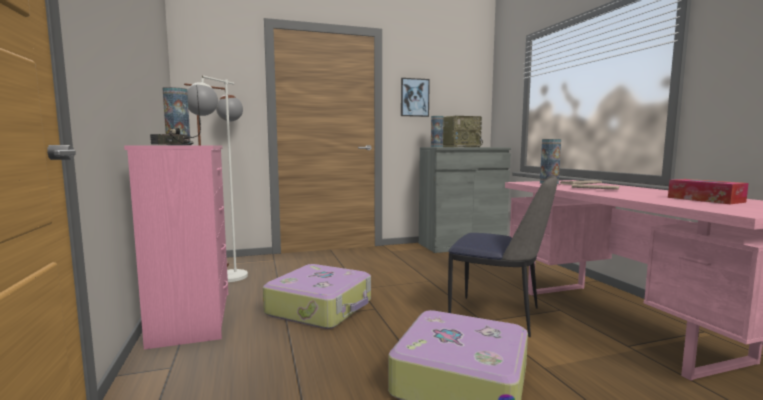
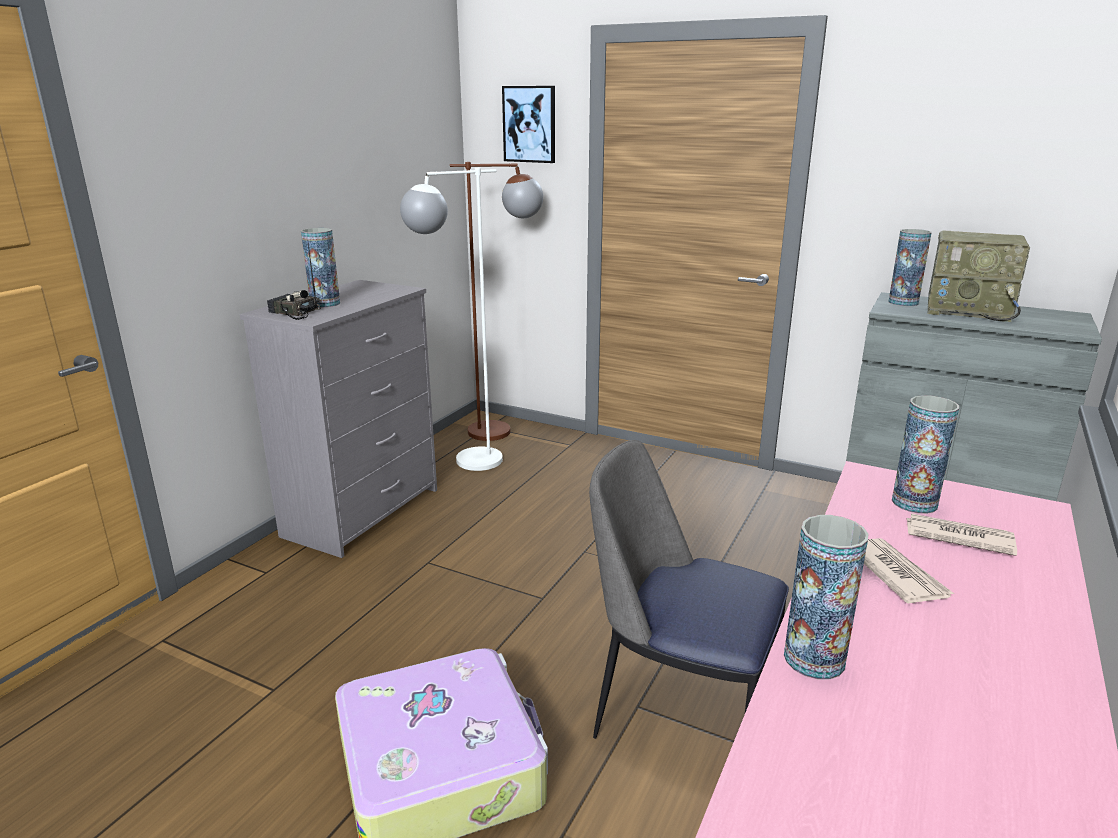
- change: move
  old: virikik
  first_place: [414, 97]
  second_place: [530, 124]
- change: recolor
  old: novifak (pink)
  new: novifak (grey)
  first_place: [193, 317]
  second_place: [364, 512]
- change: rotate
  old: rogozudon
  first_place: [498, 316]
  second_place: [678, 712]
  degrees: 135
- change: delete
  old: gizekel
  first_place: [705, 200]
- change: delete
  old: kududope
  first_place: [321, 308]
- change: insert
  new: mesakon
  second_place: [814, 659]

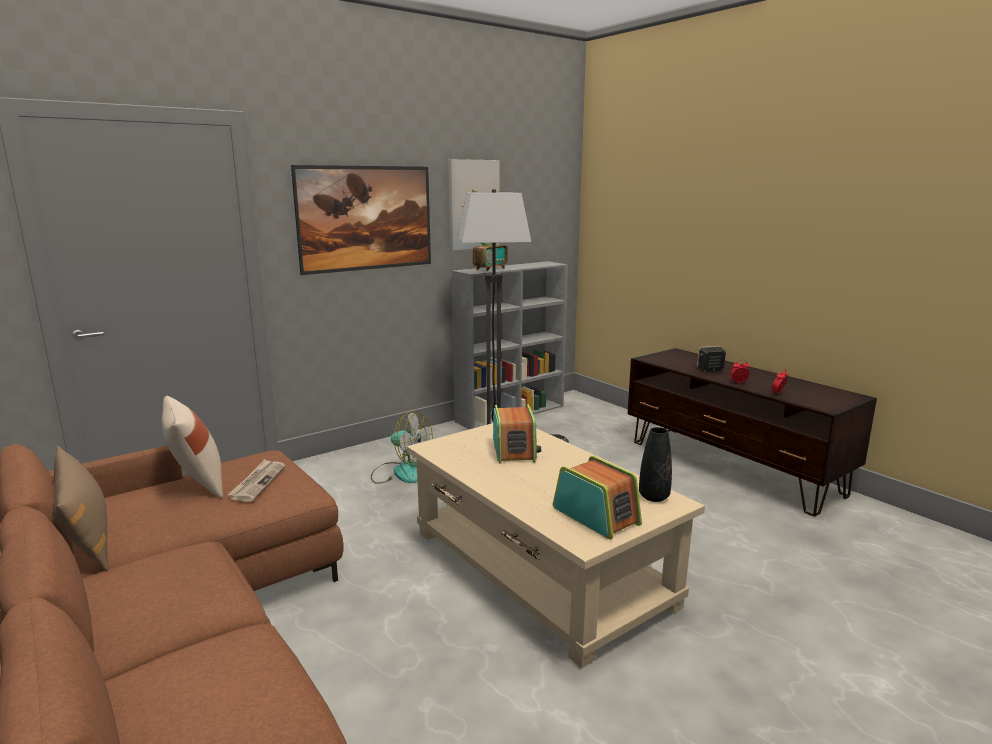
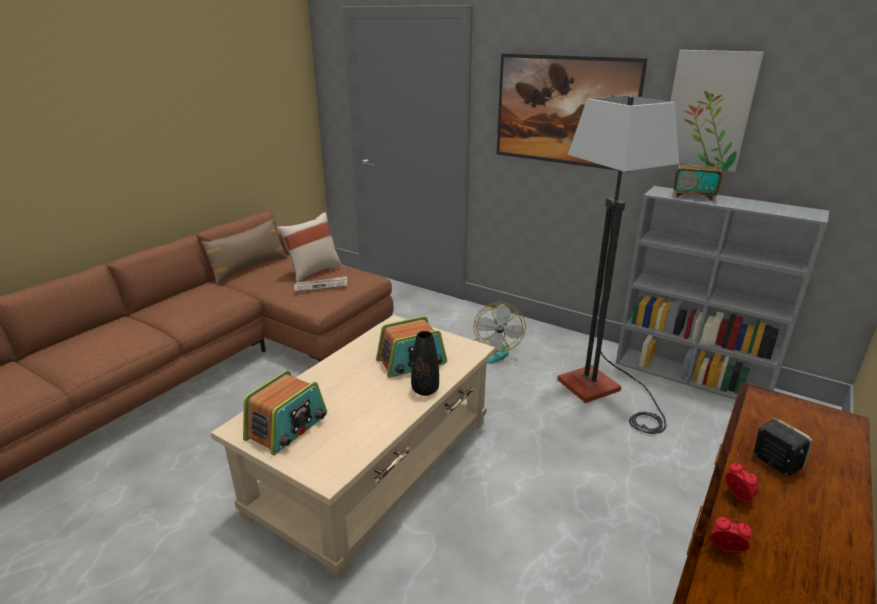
- change: move
  old: mesakon (black)
  first_place: [654, 497]
  second_place: [425, 390]

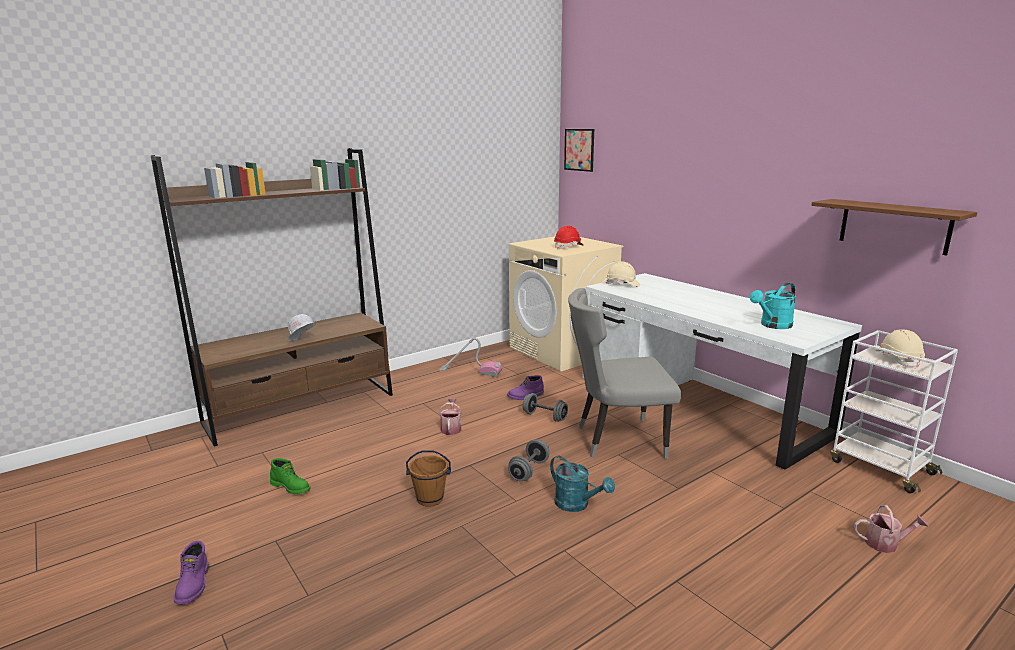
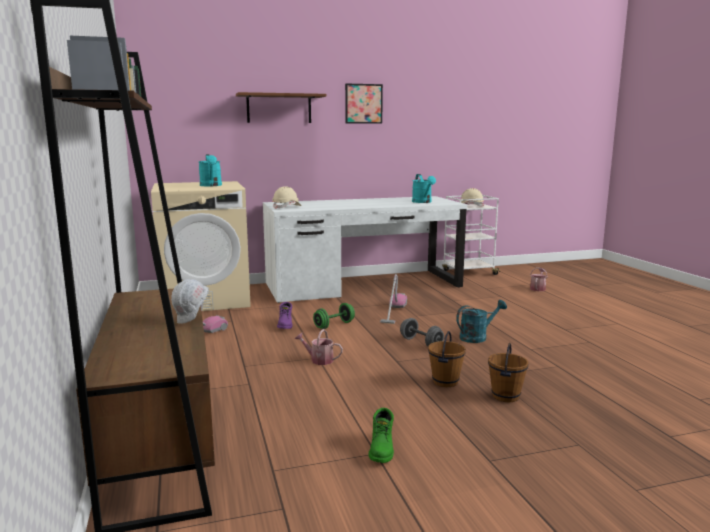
- change: move
  old: virikik
  first_place: [579, 149]
  second_place: [363, 103]
- change: move
  old: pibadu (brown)
  first_place: [894, 226]
  second_place: [279, 108]
- change: replace
  old: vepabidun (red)
  new: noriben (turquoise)
  first_place: [568, 247]
  second_place: [211, 185]
- change: replace
  old: rogozudon (grey)
  new: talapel
  first_place: [616, 439]
  second_place: [393, 312]
- change: recolor
  old: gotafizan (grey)
  new: gotafizan (green)
  first_place: [544, 417]
  second_place: [334, 325]
- change: rotate
  old: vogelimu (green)
  first_place: [291, 487]
  second_place: [382, 449]
  degrees: 135
- change: delete
  old: vogelimu (purple)
  first_place: [194, 585]
- change: insert
  new: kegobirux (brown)
  second_place: [506, 396]

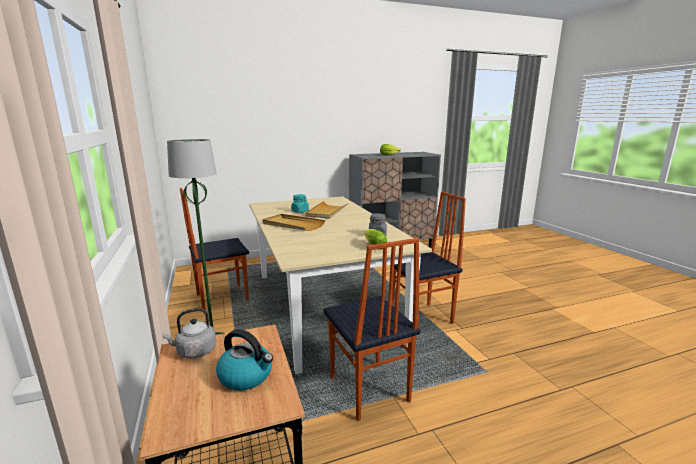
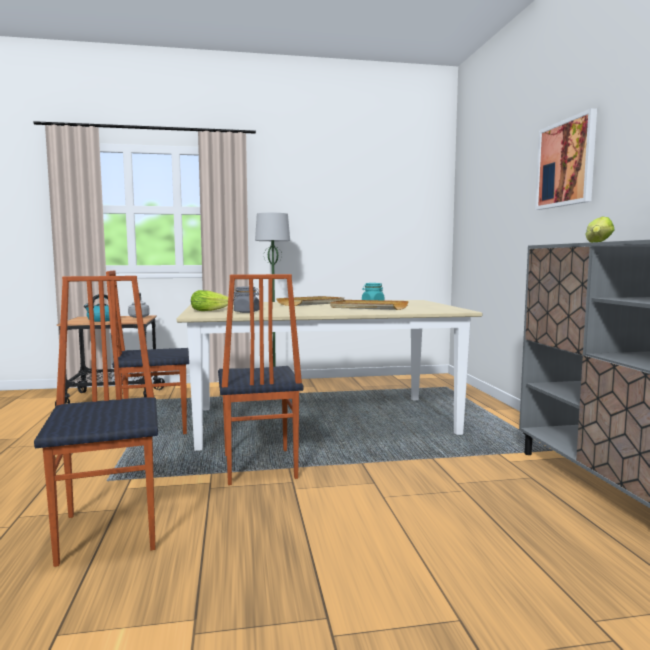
- change: move
  old: rogozudon
  first_place: [221, 297]
  second_place: [112, 530]
- change: insert
  new: virikik
  second_place: [566, 163]

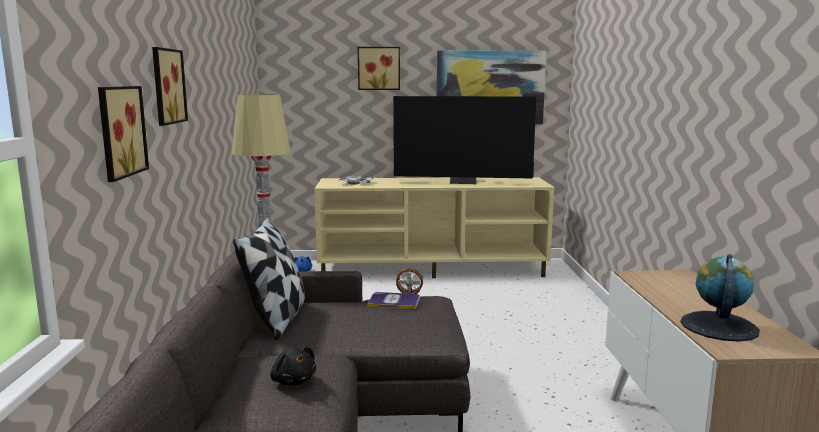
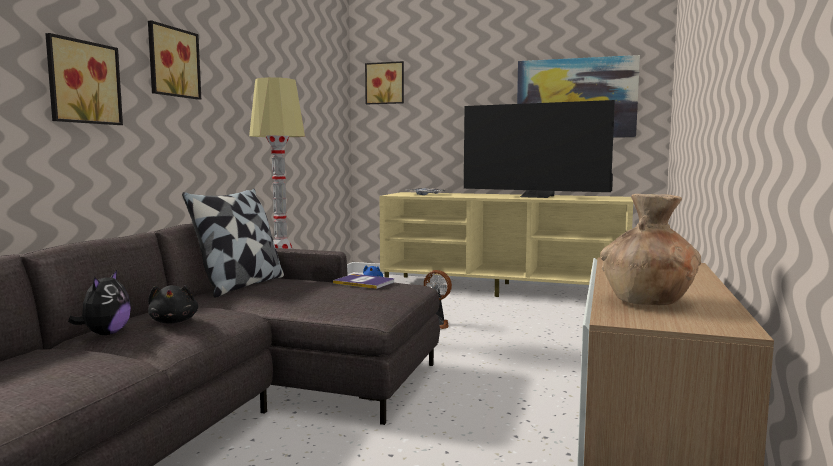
- change: move
  old: virikik
  first_place: [379, 68]
  second_place: [385, 83]
- change: replace
  old: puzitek
  new: mesakon (brown)
  first_place: [718, 326]
  second_place: [648, 301]
- change: insert
  new: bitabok
  second_place: [105, 334]

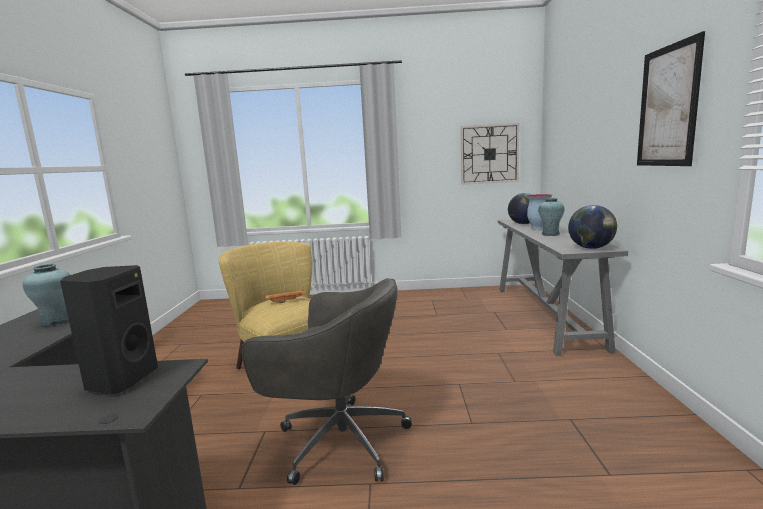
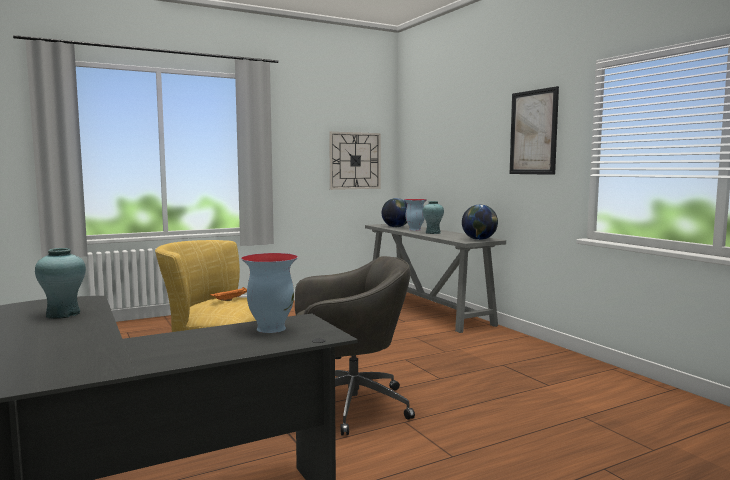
- change: replace
  old: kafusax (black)
  new: mesakon
  first_place: [120, 380]
  second_place: [270, 328]

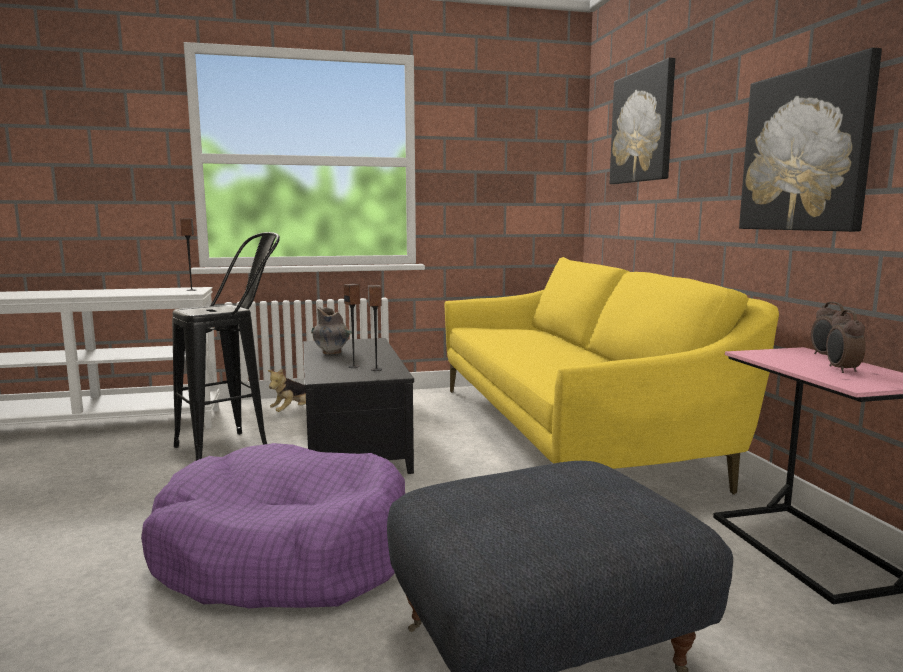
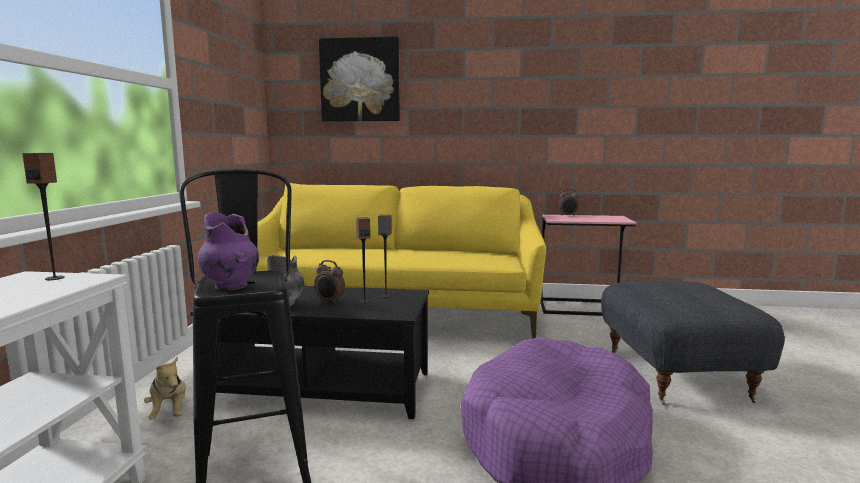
- change: delete
  old: virikik
  first_place: [805, 150]
- change: move
  old: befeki
  first_place: [841, 370]
  second_place: [329, 301]
- change: insert
  new: mesakon (purple)
  second_place: [231, 287]

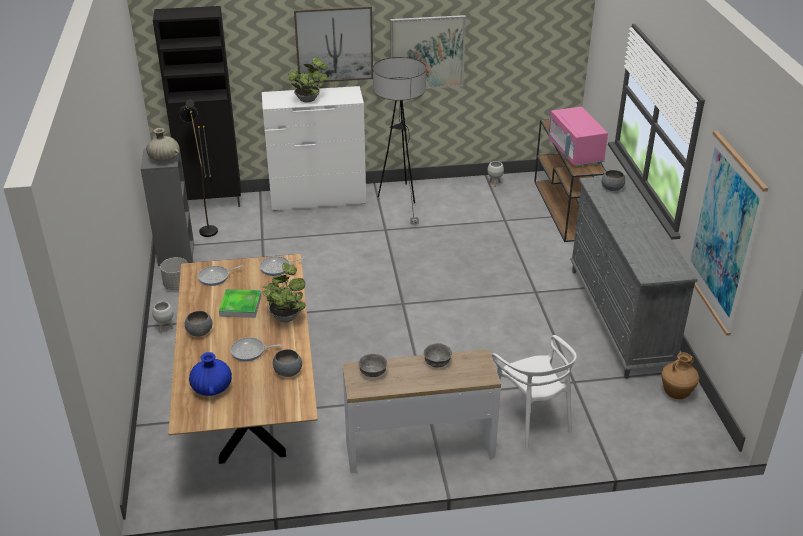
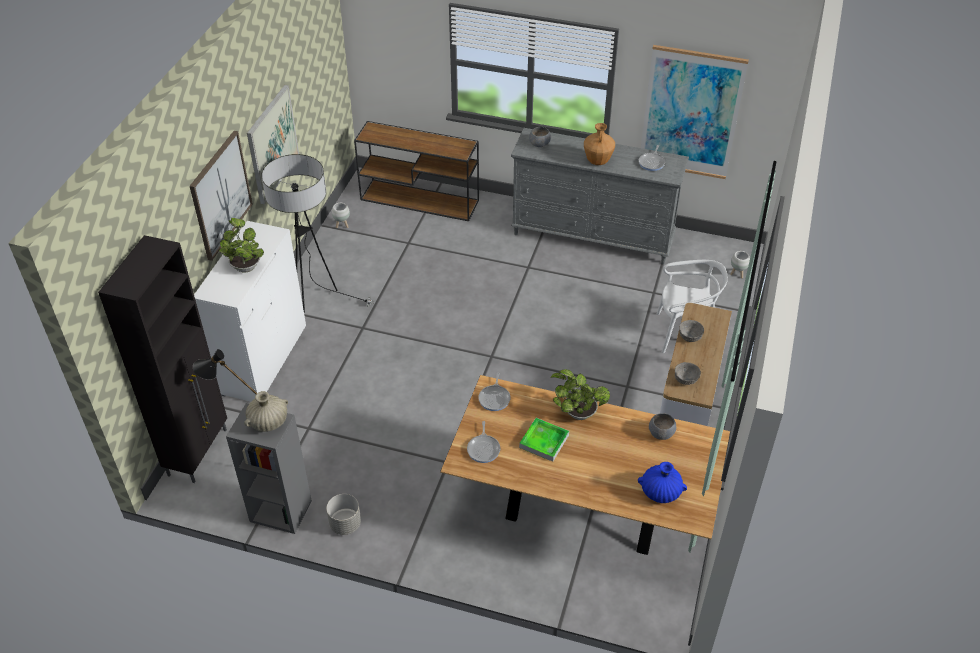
- change: delete
  old: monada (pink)
  first_place: [575, 152]
- change: move
  old: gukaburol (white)
  first_place: [165, 328]
  second_place: [737, 274]
- change: delete
  old: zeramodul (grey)
  first_place: [200, 332]
- change: move
  old: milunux
  first_place: [250, 351]
  second_place: [652, 162]
- change: move
  old: mesakon (brown)
  first_place: [676, 394]
  second_place: [597, 161]

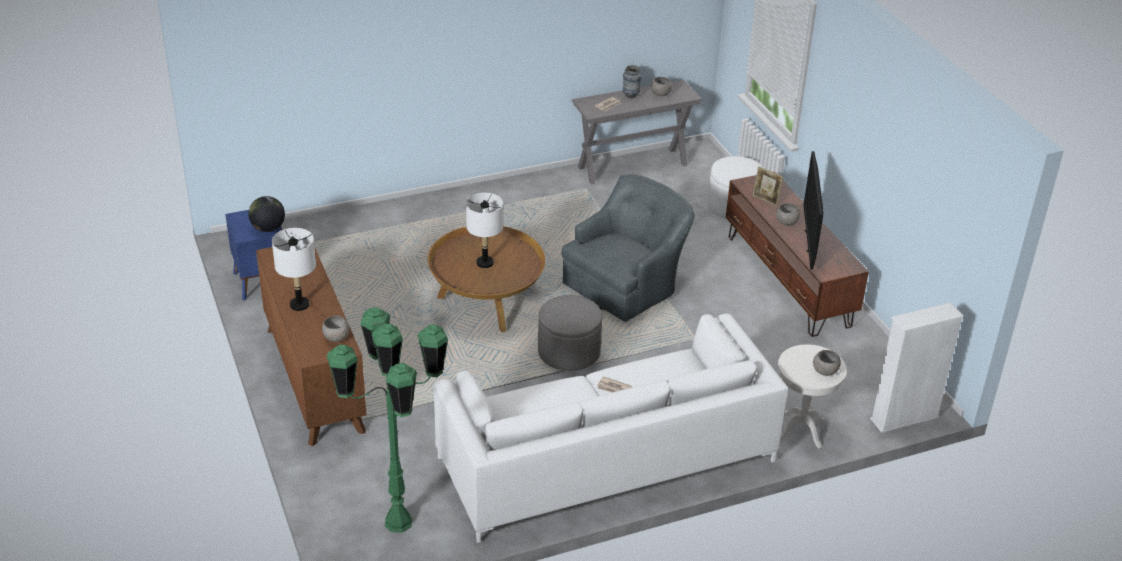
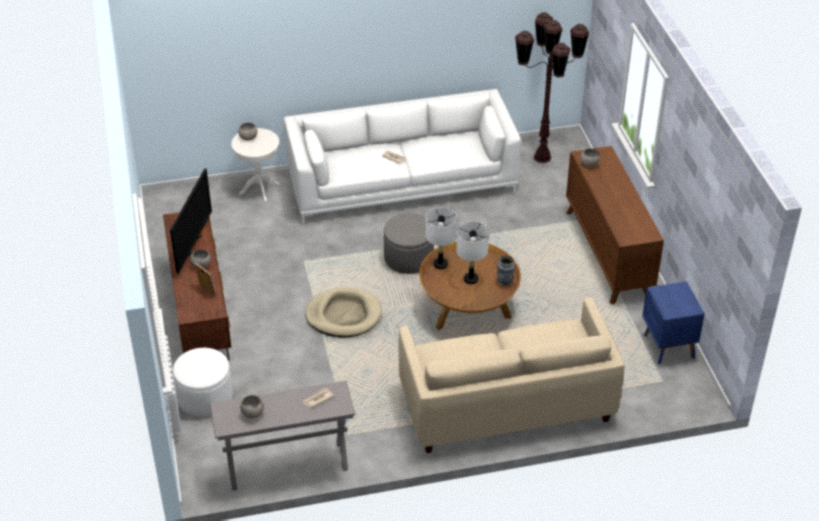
- change: move
  old: mesakon
  first_place: [630, 95]
  second_place: [505, 282]
- change: replace
  old: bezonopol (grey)
  new: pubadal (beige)
  first_place: [626, 285]
  second_place: [344, 315]
- change: delete
  old: puzitek
  first_place: [268, 228]
- change: move
  old: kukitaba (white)
  first_place: [300, 305]
  second_place: [440, 264]
- change: delete
  old: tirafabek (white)
  first_place: [904, 418]
- change: recolor
  old: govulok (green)
  new: govulok (brown)
  first_place: [398, 523]
  second_place: [542, 157]
- change: insert
  new: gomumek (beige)
  second_place: [505, 403]

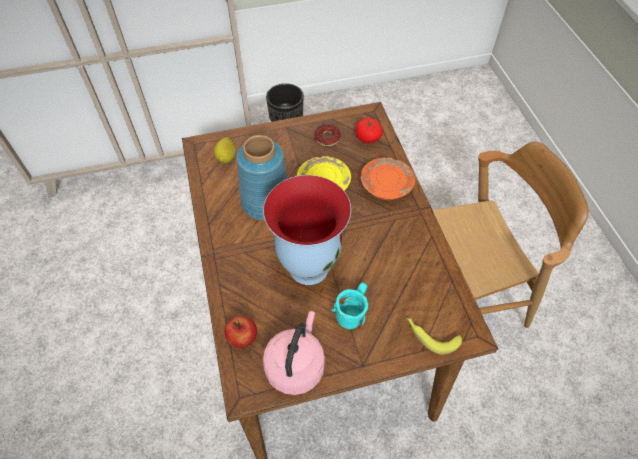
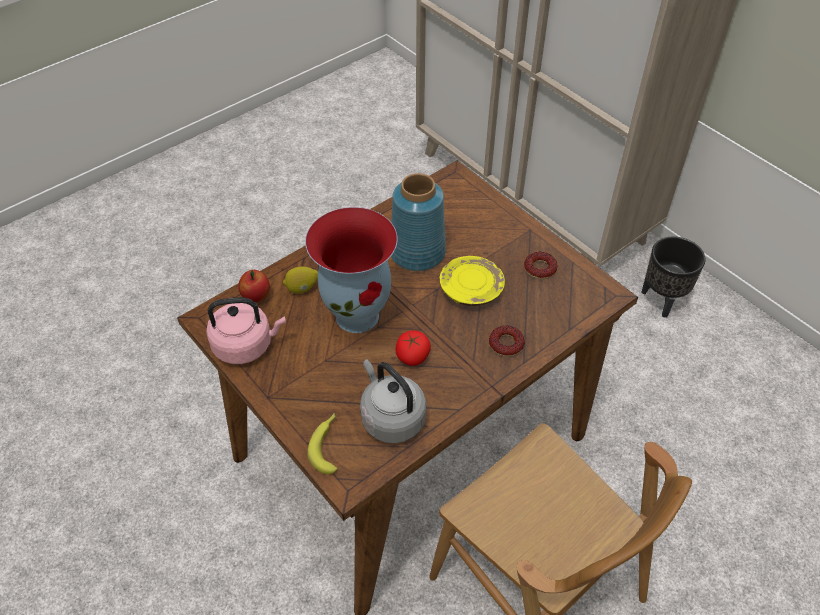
- change: move
  old: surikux
  first_place: [367, 137]
  second_place: [412, 356]
- change: move
  old: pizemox
  first_place: [226, 157]
  second_place: [302, 288]
- change: replace
  old: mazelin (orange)
  new: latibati
  first_place: [386, 185]
  second_place: [506, 344]
- change: delete
  old: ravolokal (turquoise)
  first_place: [351, 309]
- change: insert
  new: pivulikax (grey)
  second_place: [391, 417]

